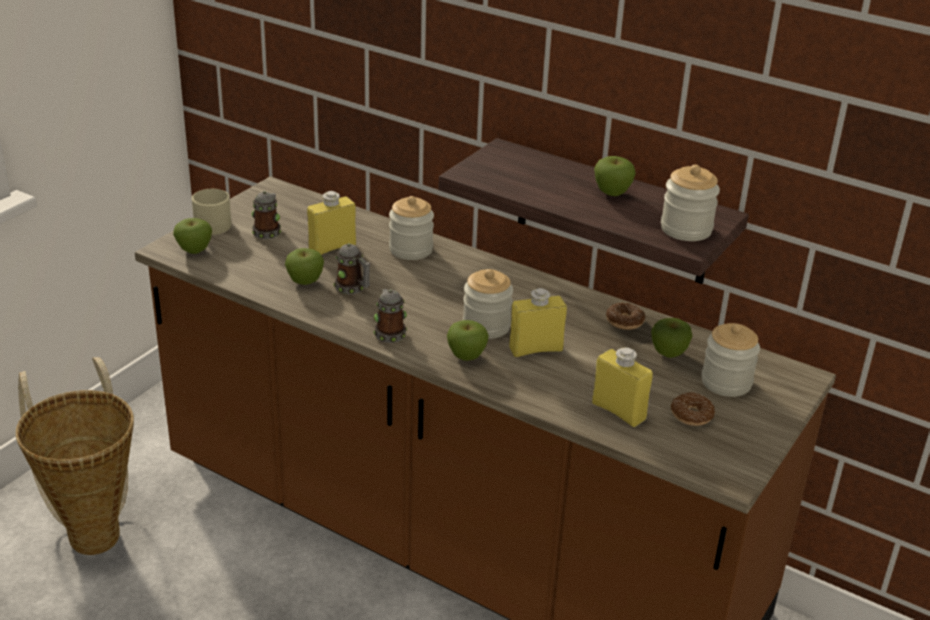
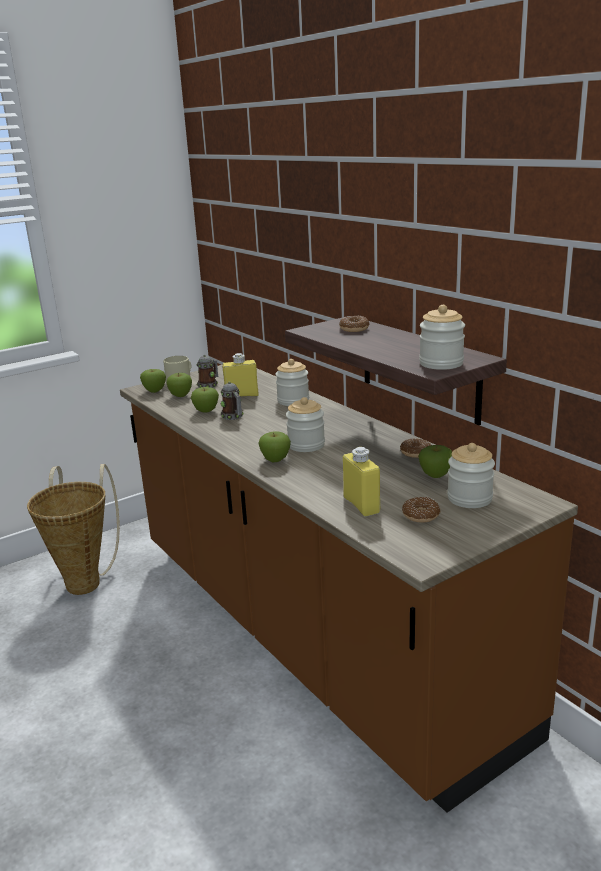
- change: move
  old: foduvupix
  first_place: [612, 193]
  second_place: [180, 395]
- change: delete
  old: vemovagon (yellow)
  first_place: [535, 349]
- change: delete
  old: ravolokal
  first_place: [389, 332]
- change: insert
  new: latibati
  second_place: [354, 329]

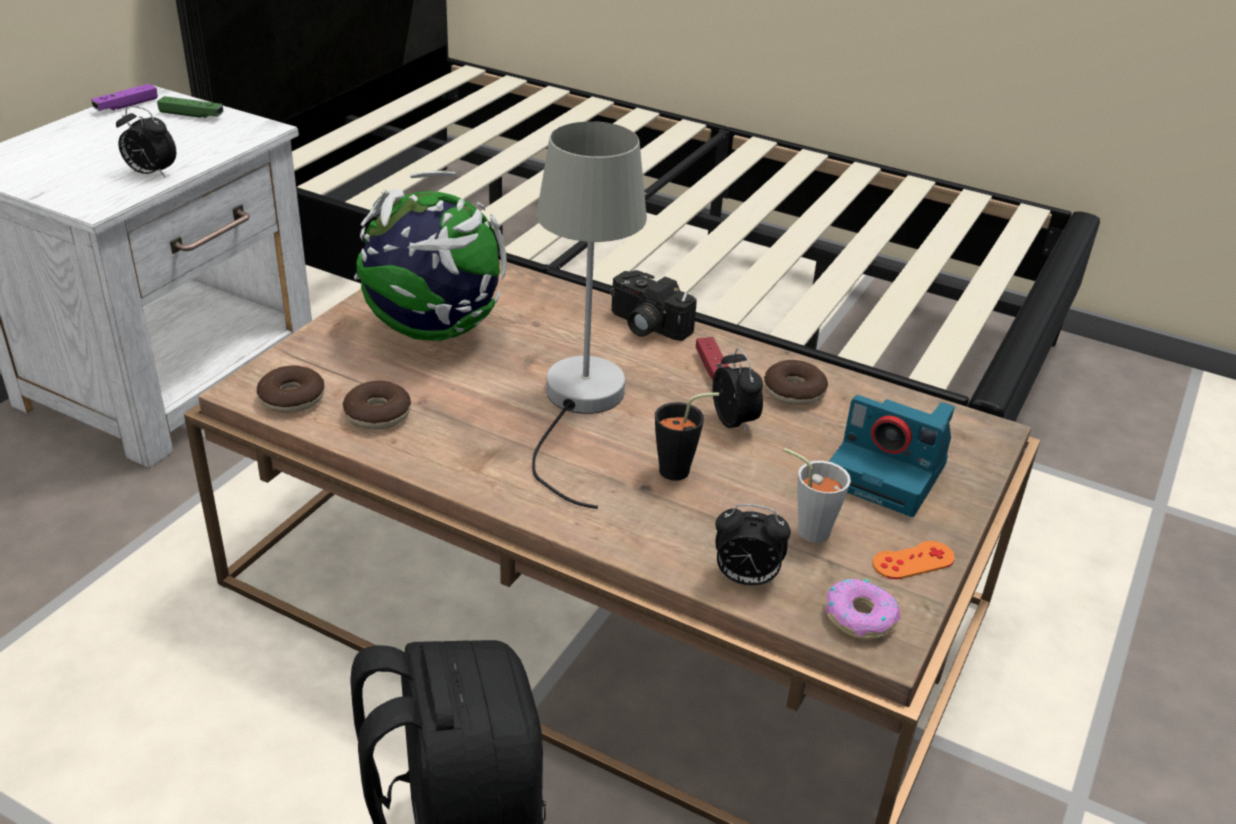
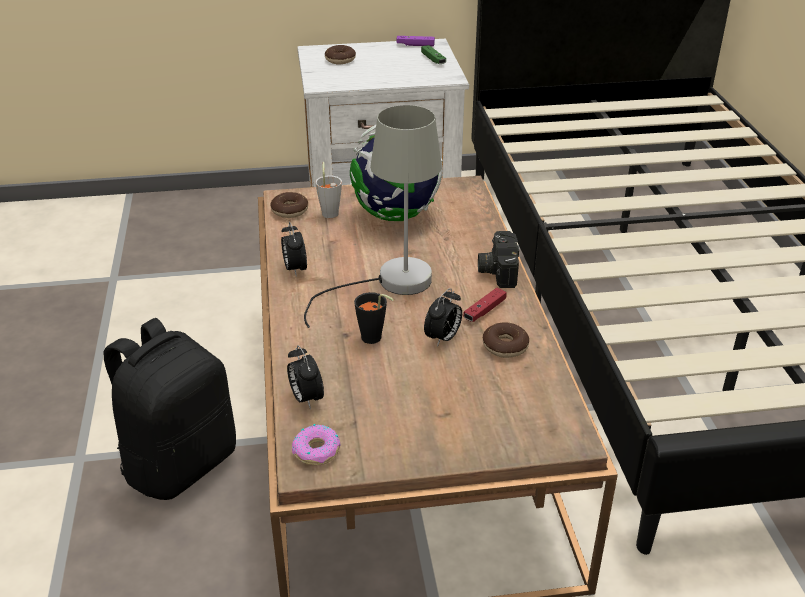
- change: move
  old: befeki
  first_place: [150, 174]
  second_place: [295, 269]
- change: move
  old: latibati
  first_place: [377, 414]
  second_place: [340, 60]
- change: delete
  old: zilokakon
  first_place: [889, 474]
- change: move
  old: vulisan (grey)
  first_place: [806, 529]
  second_place: [330, 212]
- change: delete
  old: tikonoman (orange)
  first_place: [913, 560]

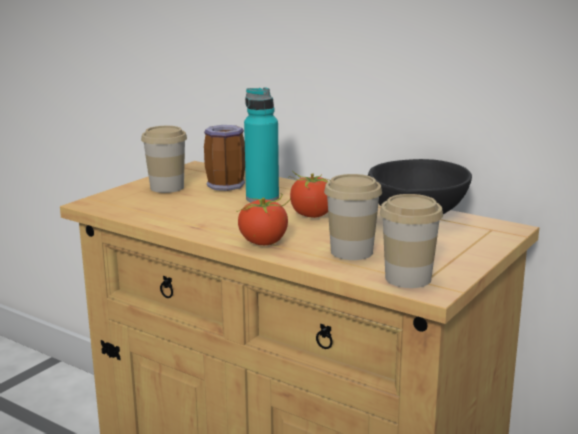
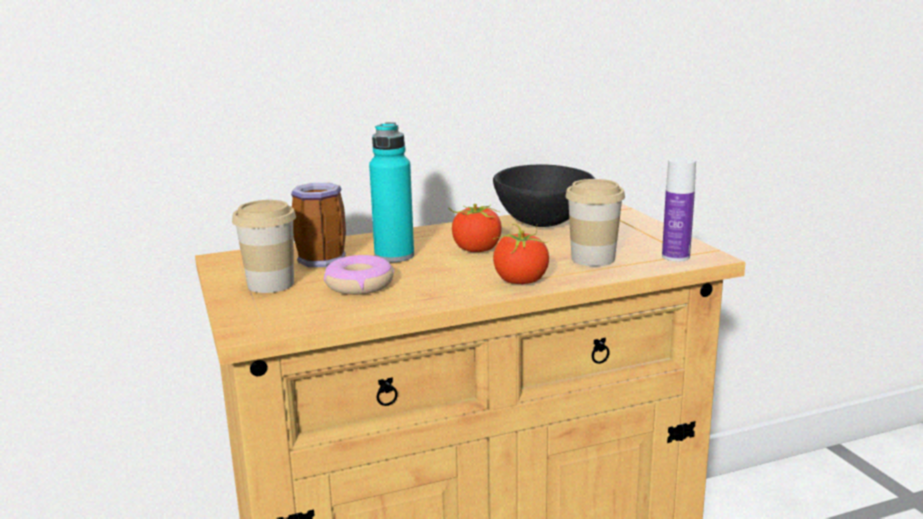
- change: replace
  old: vulisan
  new: vemovagon
  first_place: [408, 278]
  second_place: [675, 257]
- change: insert
  new: latibati
  second_place: [359, 285]

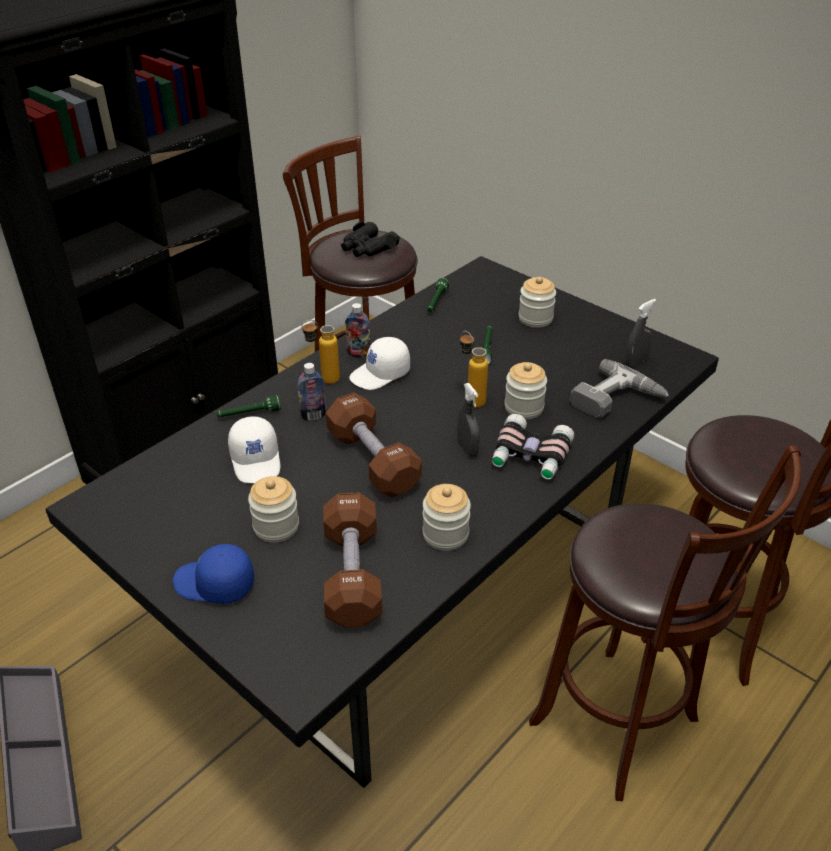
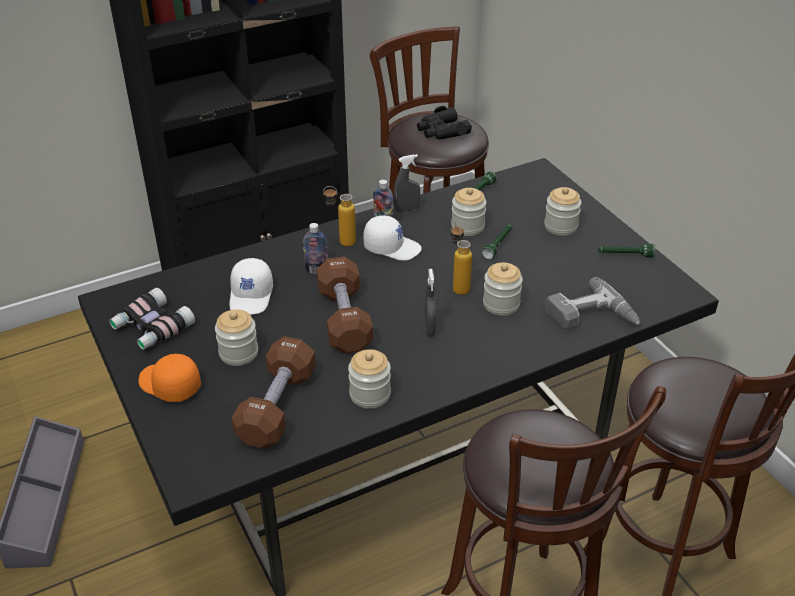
- change: move
  old: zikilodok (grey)
  first_place: [635, 363]
  second_place: [406, 209]
- change: rotate
  old: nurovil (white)
  first_place: [380, 374]
  second_place: [392, 247]
  degrees: -150
- change: move
  old: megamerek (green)
  first_place: [249, 414]
  second_place: [625, 255]
- change: move
  old: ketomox
  first_place: [530, 456]
  second_place: [151, 327]
- change: recolor
  old: nurovil (blue)
  new: nurovil (orange)
  first_place: [214, 584]
  second_place: [169, 385]
- change: insert
  new: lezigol
  second_place: [467, 227]

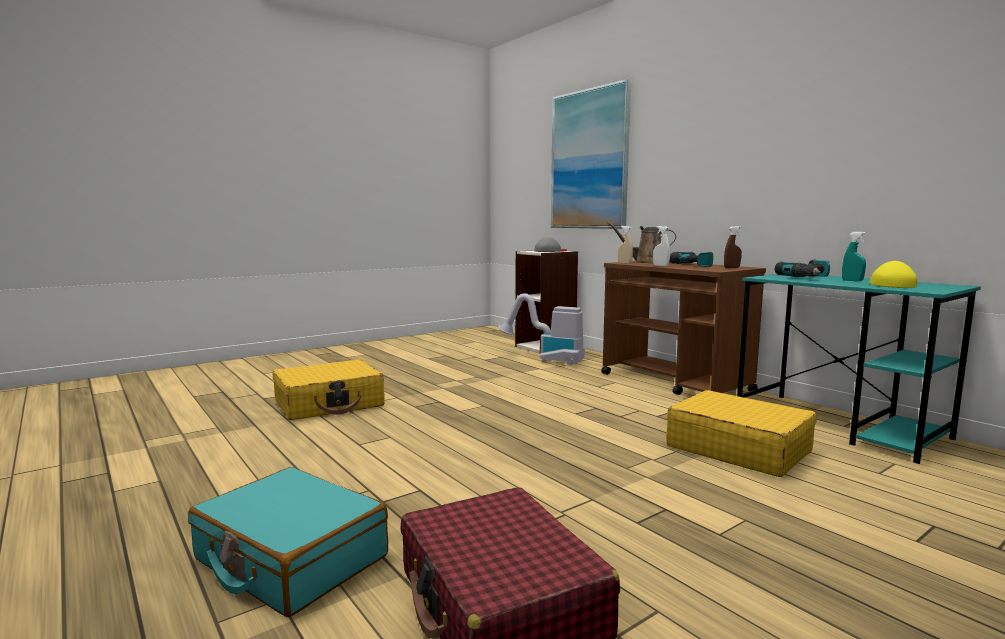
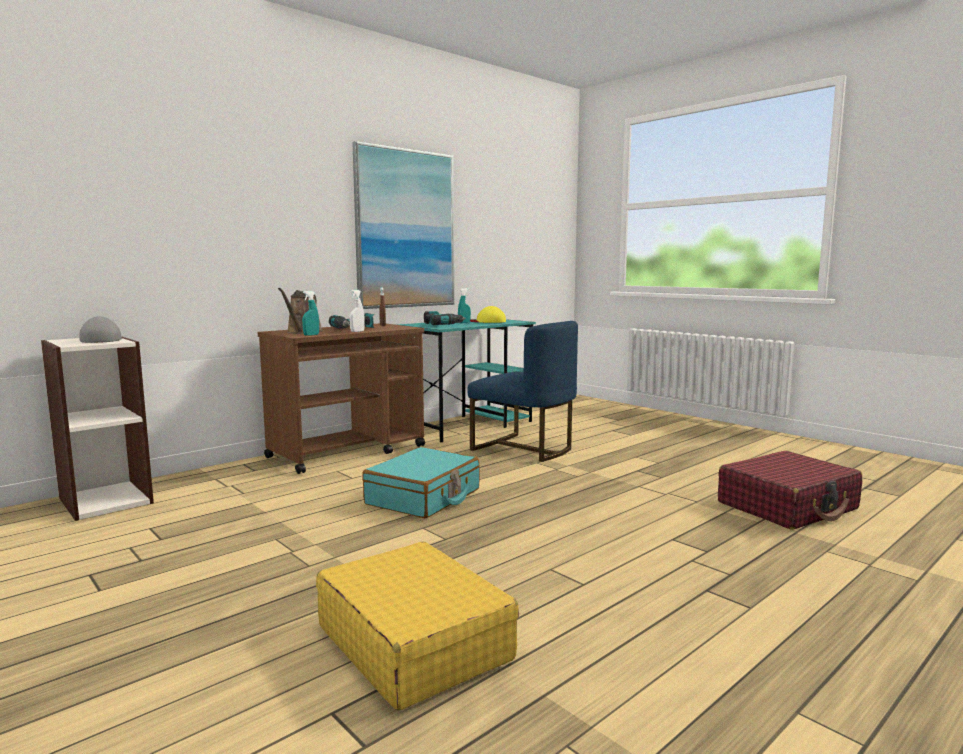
- change: move
  old: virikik
  first_place: [589, 160]
  second_place: [405, 229]
- change: recolor
  old: zikilodok (beige)
  new: zikilodok (turquoise)
  first_place: [624, 263]
  second_place: [311, 335]
- change: delete
  old: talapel
  first_place: [546, 359]
- change: replace
  old: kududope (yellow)
  new: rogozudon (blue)
  first_place: [737, 449]
  second_place: [524, 449]
- change: move
  old: kududope (turquoise)
  first_place: [290, 558]
  second_place: [424, 497]

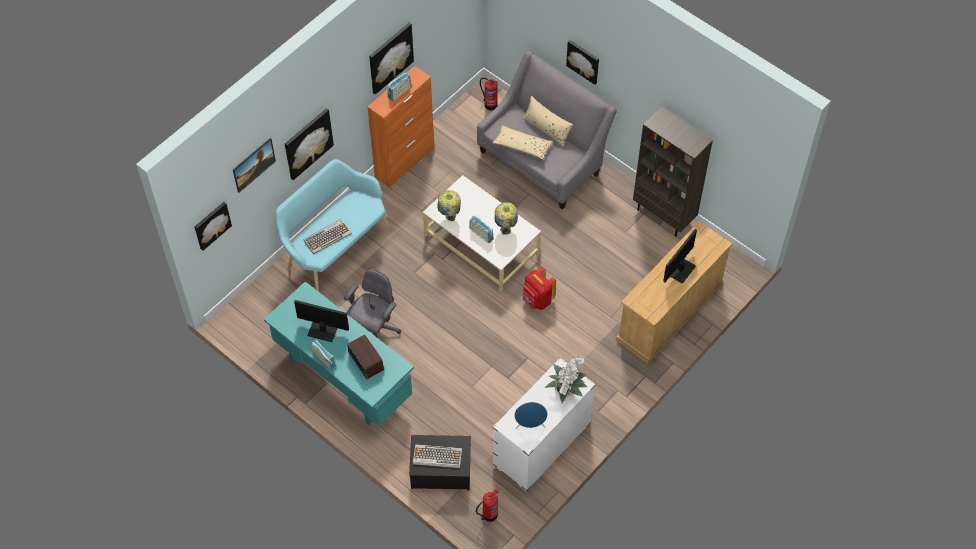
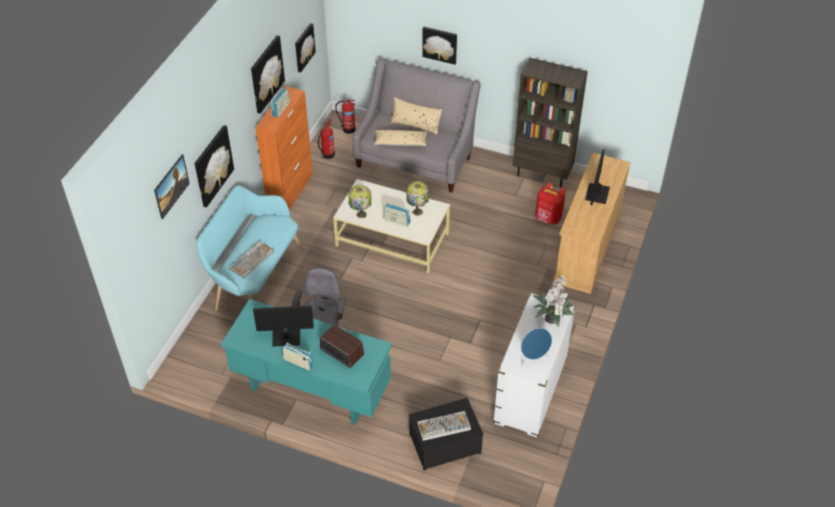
- change: move
  old: virikik
  first_place: [211, 225]
  second_place: [303, 47]
- change: move
  old: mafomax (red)
  first_place: [537, 300]
  second_place: [548, 218]
- change: move
  old: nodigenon
  first_place: [488, 515]
  second_place: [327, 155]

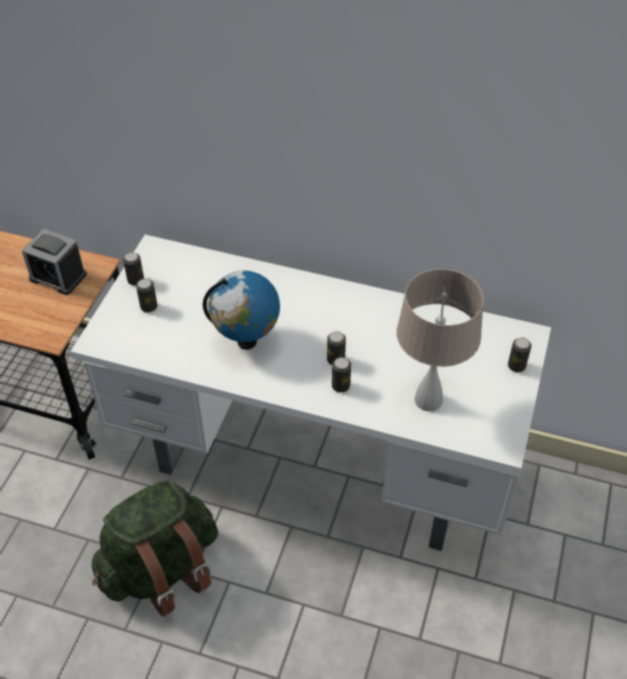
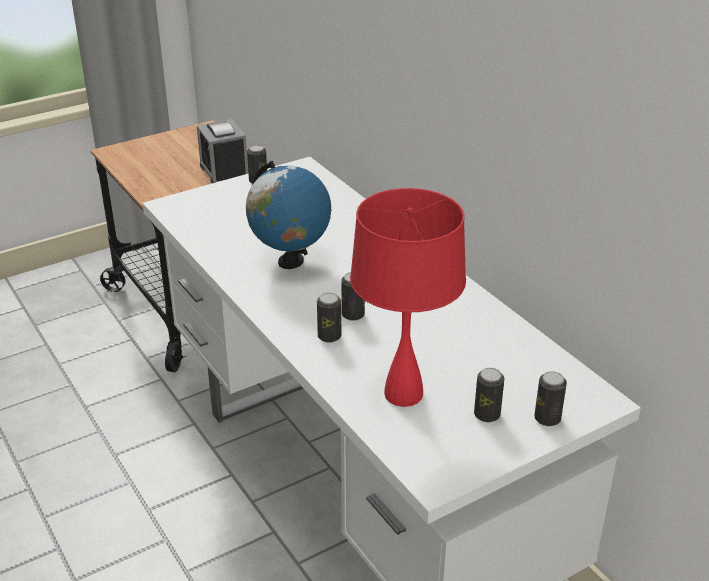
- change: recolor
  old: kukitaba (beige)
  new: kukitaba (red)
  first_place: [429, 400]
  second_place: [404, 394]
- change: move
  old: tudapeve
  first_place: [149, 307]
  second_place: [487, 415]
- change: delete
  old: mafomax (green)
  first_place: [161, 570]

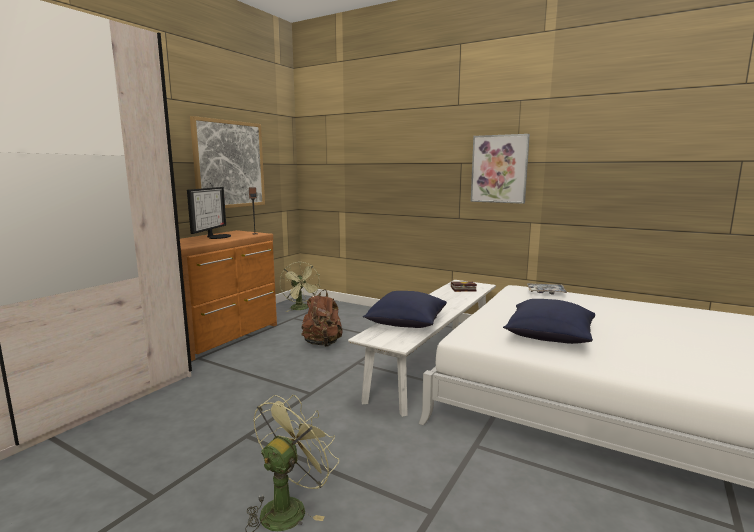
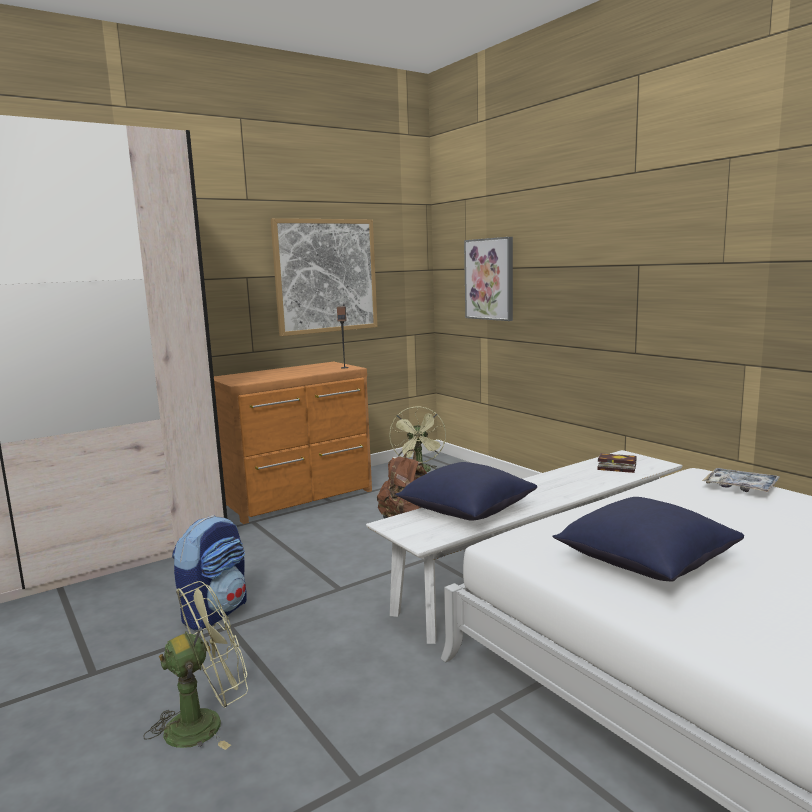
- change: move
  old: virikik
  first_place: [499, 169]
  second_place: [489, 279]
- change: delete
  old: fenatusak
  first_place: [217, 236]
- change: insert
  new: mafomax
  second_place: [215, 612]

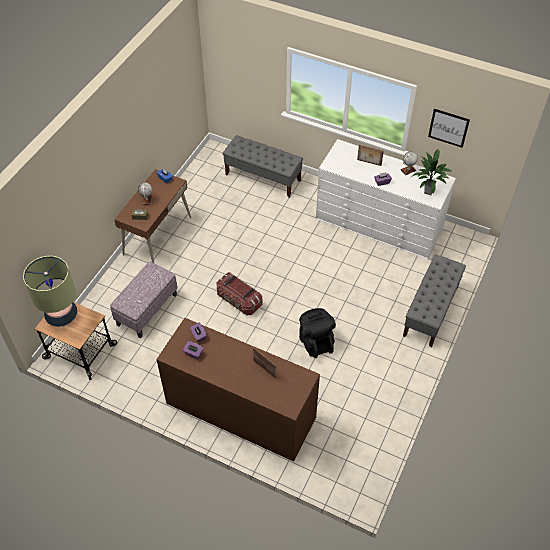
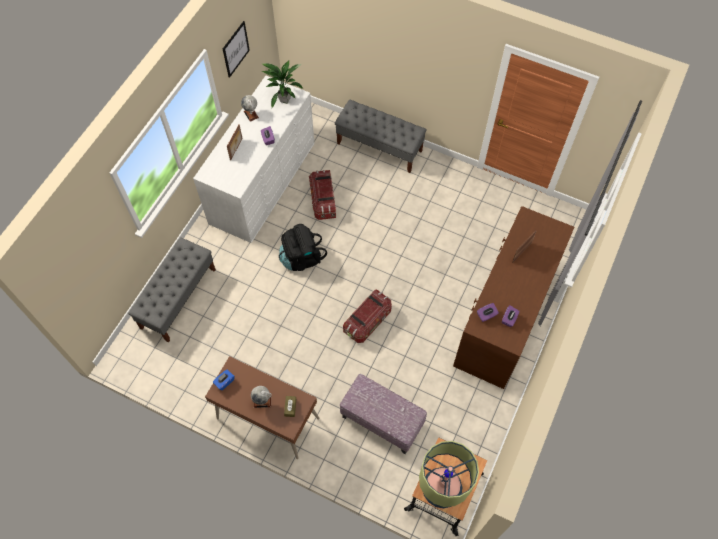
- change: move
  old: mafomax (black)
  first_place: [315, 341]
  second_place: [301, 258]
- change: insert
  new: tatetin
  second_place: [323, 201]

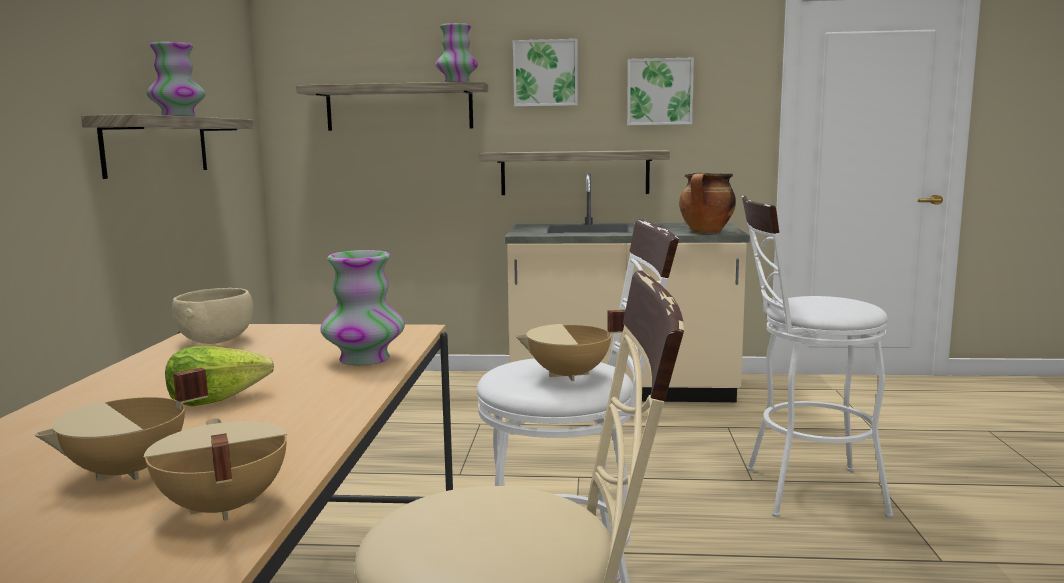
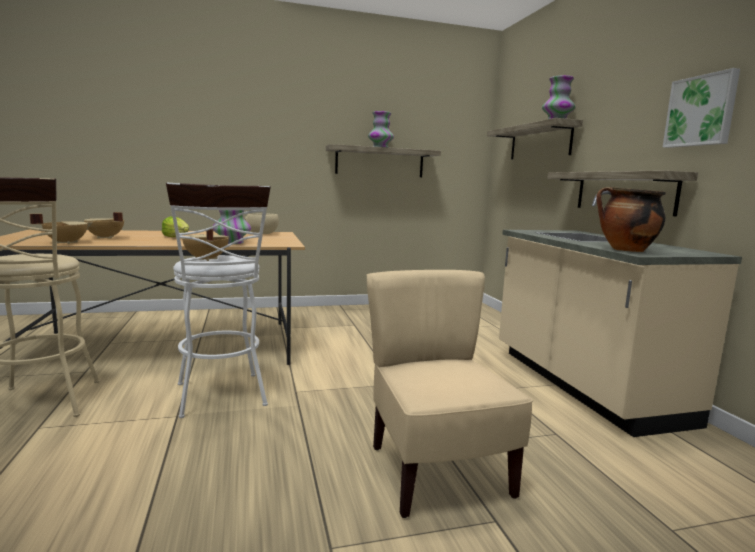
- change: delete
  old: virikik
  first_place: [545, 73]
- change: replace
  old: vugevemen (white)
  new: rogozudon (beige)
  first_place: [802, 491]
  second_place: [436, 471]

